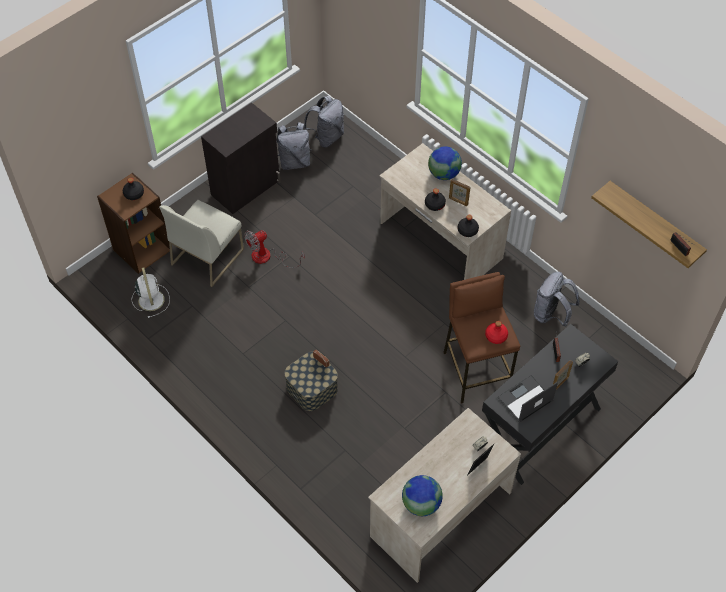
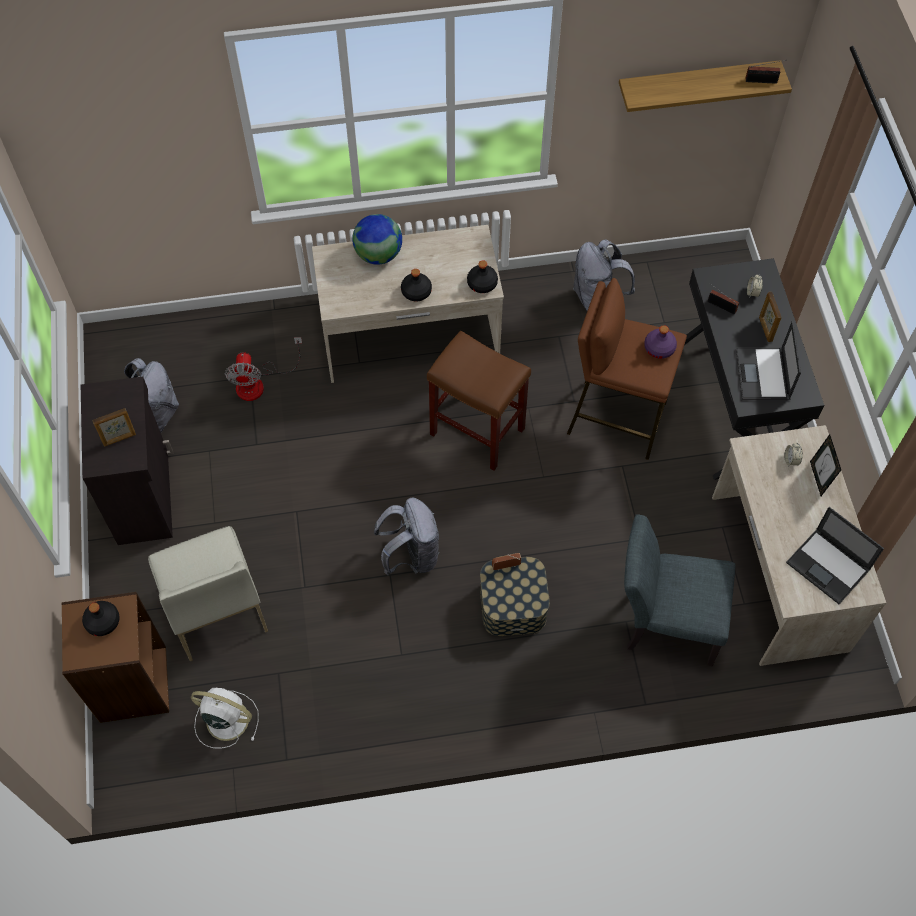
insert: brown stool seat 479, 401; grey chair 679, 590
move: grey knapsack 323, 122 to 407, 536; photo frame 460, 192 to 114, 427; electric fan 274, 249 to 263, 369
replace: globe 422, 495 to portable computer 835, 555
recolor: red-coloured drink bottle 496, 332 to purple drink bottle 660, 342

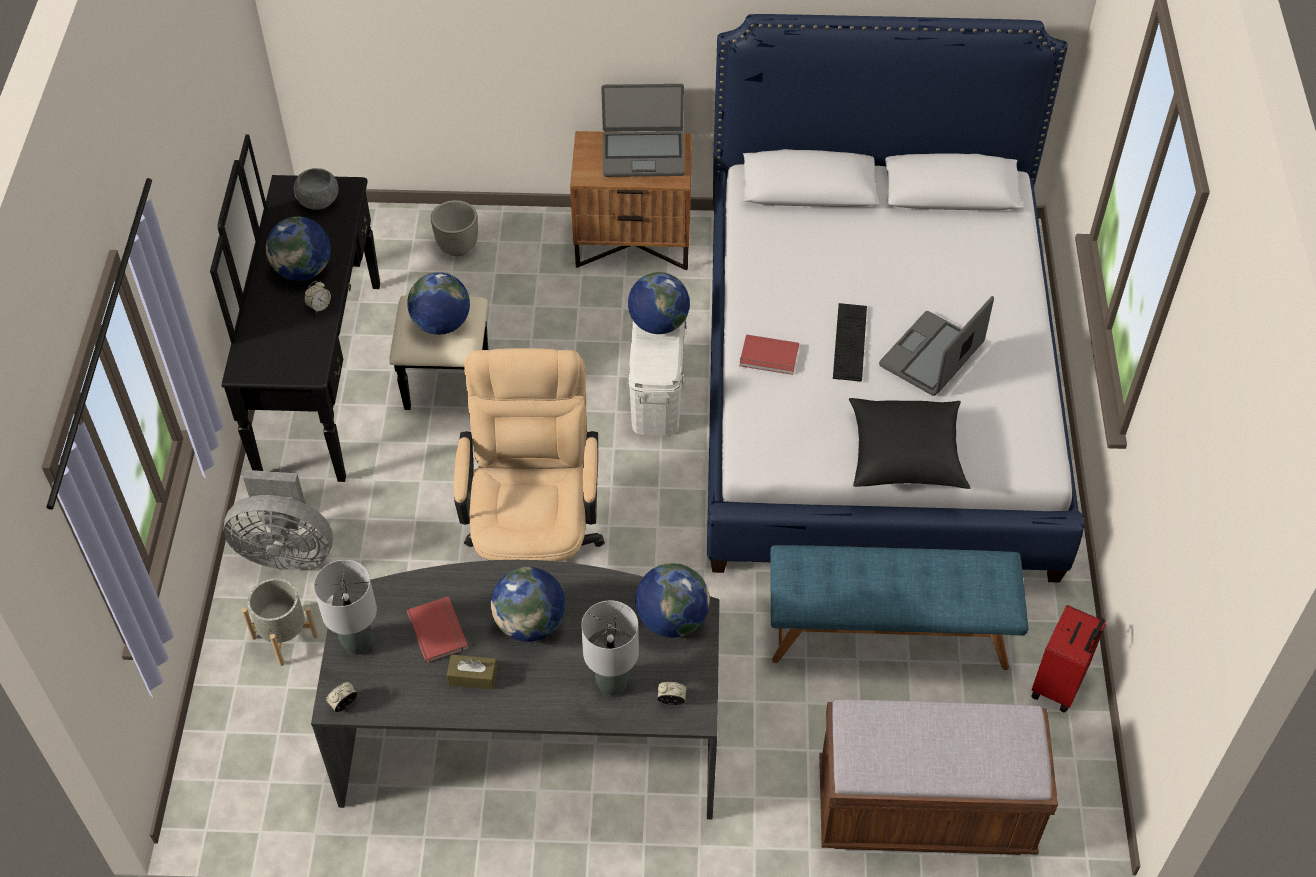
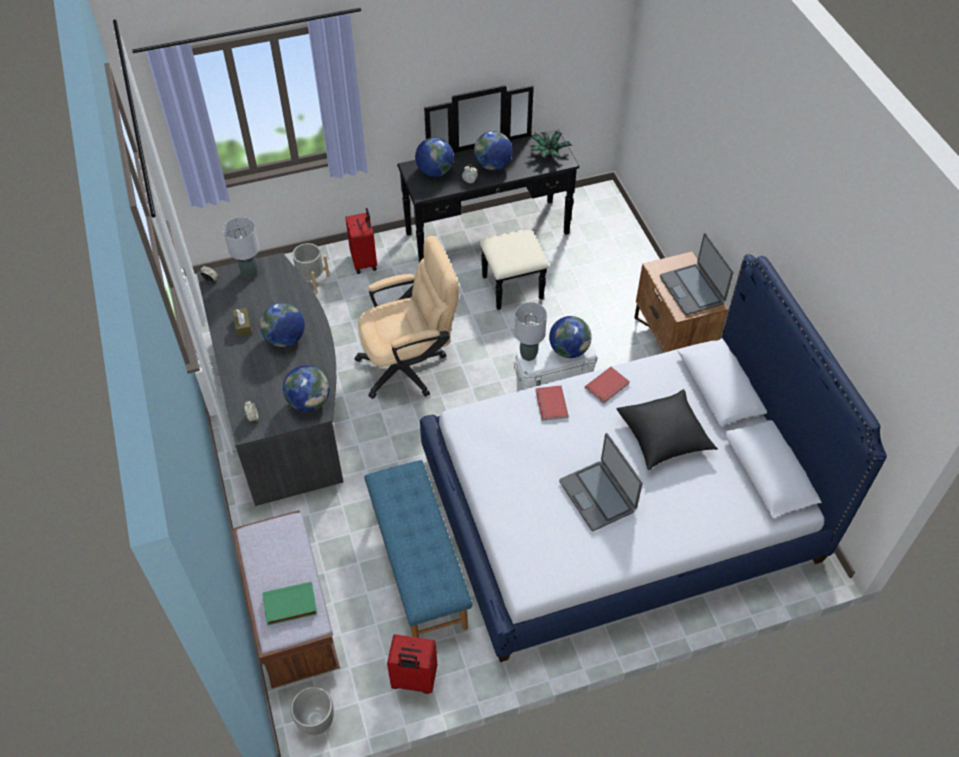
delete: keyboard 850, 342
insert: green volume 289, 604
move: planter 454, 228 to 312, 710; globe 438, 303 to 434, 157; black-coloured cushion 909, 443 to 667, 429; red-coloured volume 437, 629 to 607, 385; grey lamp for a table 610, 648 to 531, 331
replace: grey serving bowl 316, 189 to potted plant 551, 145; grey electric fan 278, 520 to red-coloured piece of luggage 361, 241
rotate: portable computer 936, 346 = 600, 482 135 degrees counterclockwise

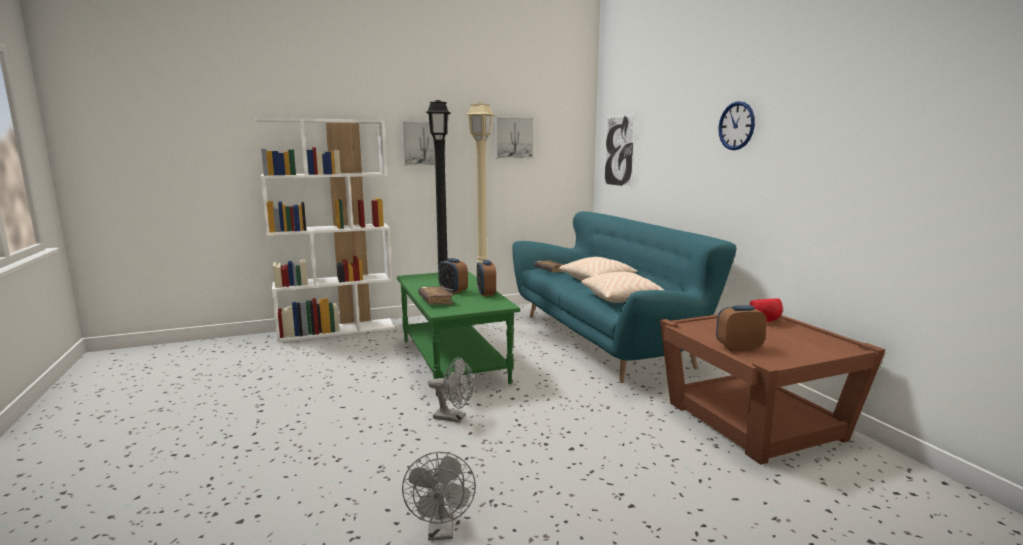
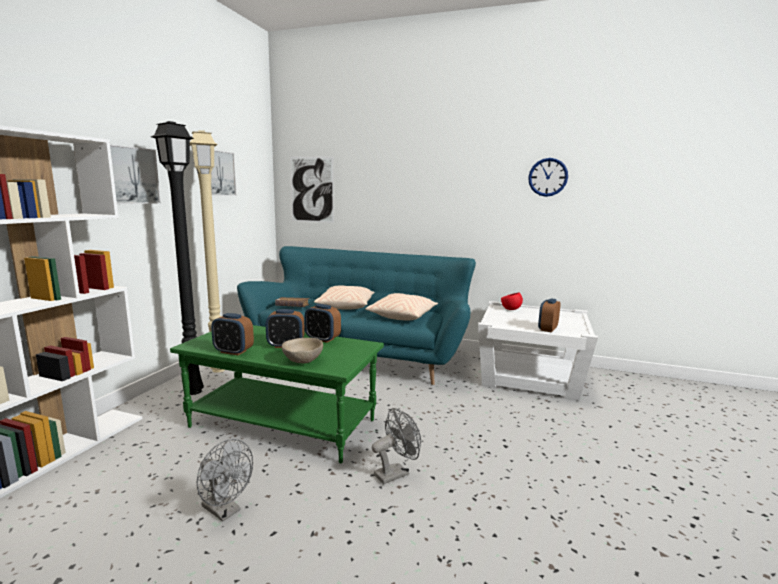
insert: table clock 232, 334
move: clock on the wall 737, 125 to 548, 177; grey electric fan 439, 496 to 224, 480
replace: brown volume 436, 295 to beige serving bowl 302, 351
recolor: brown accent table 773, 389 to white accent table 538, 351

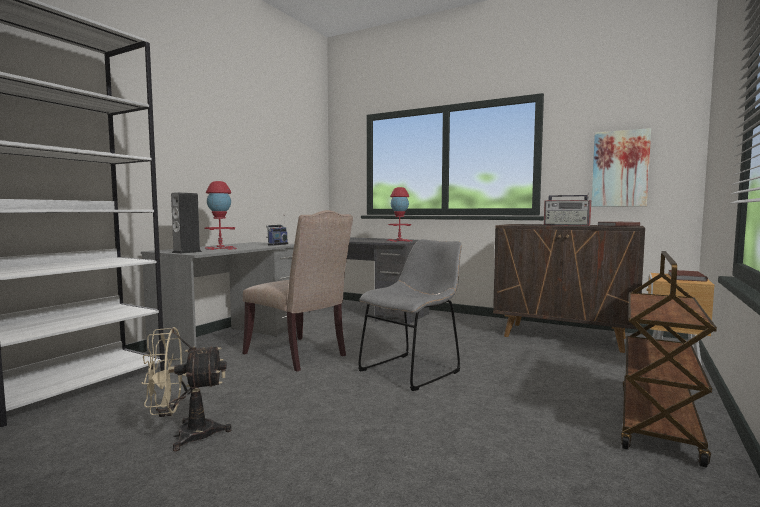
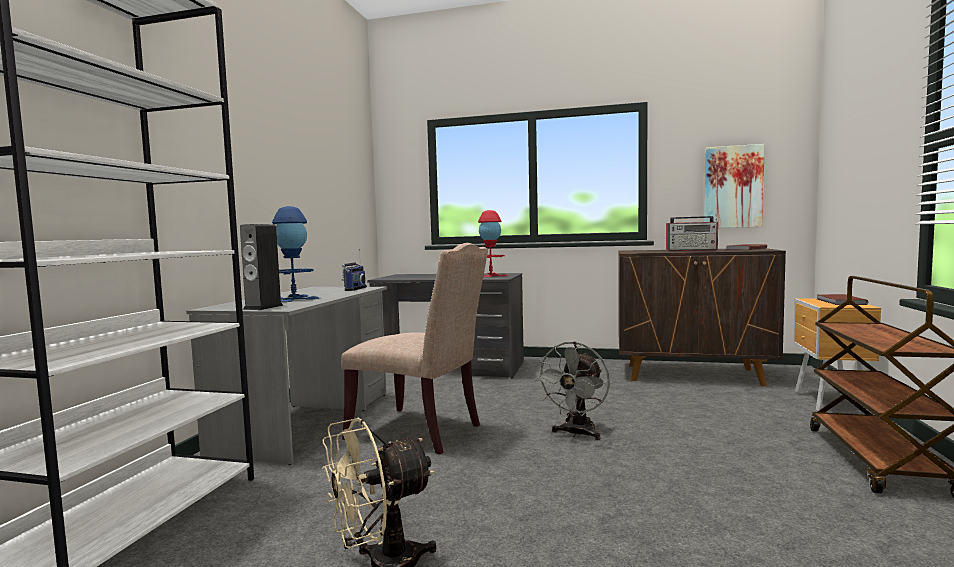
replace: grey chair 410, 315 to grey electric fan 572, 390
recolor: red-coloured lamp for a table 220, 215 to blue lamp for a table 295, 254

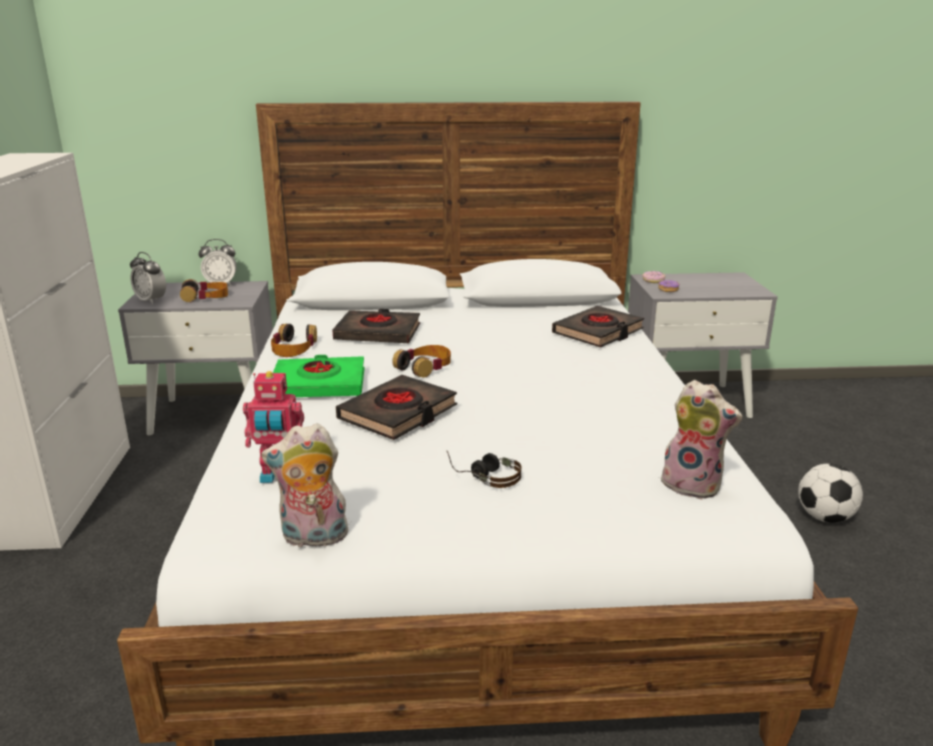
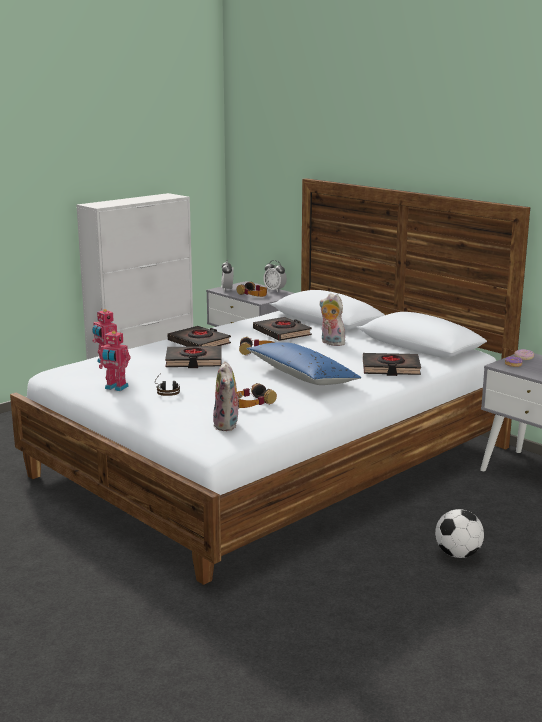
insert: toy robot 114, 361; blue cushion 303, 363
move: pair of headphones 294, 340 to 257, 395; plush toy 305, 485 to 332, 319
recolor: green volume 319, 376 to black-coloured volume 199, 336

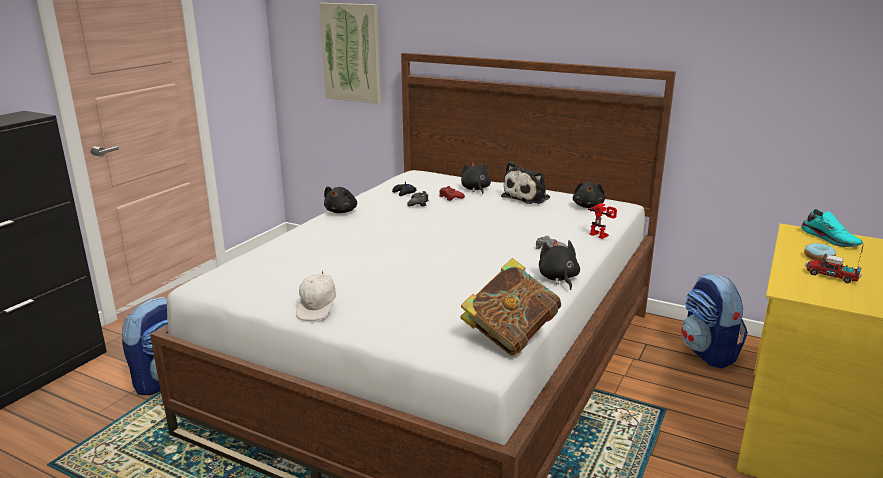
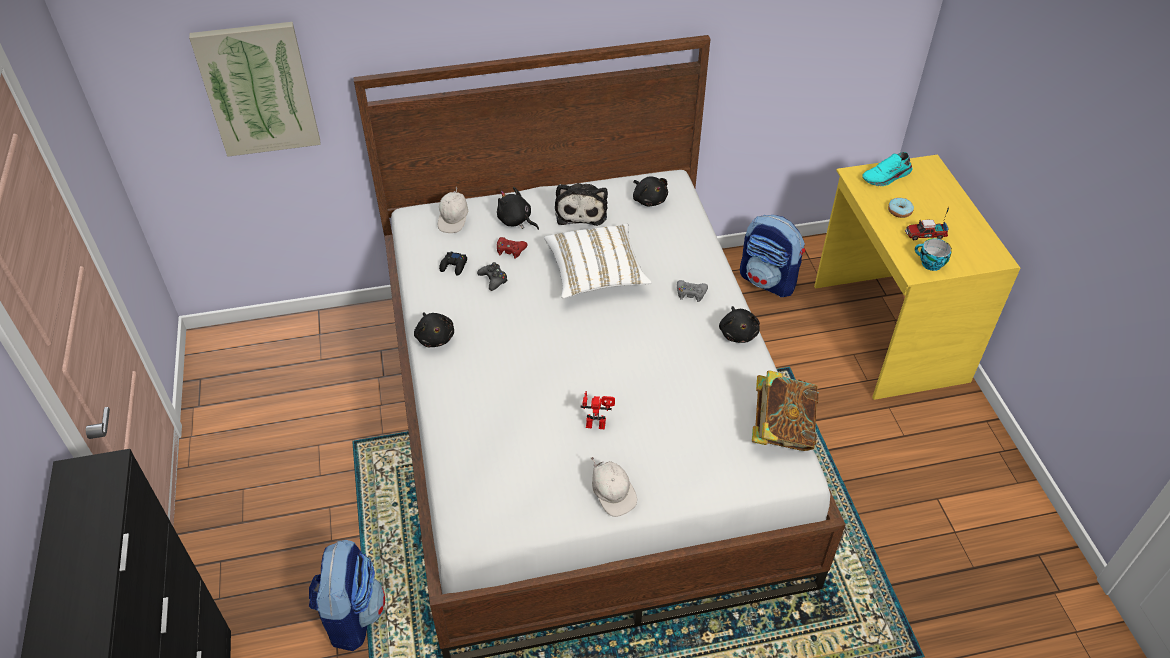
insert: white peaked cap 453, 210; white cushion 598, 260; cup 933, 254
move: toy robot 602, 221 to 597, 410
rotate: blue-green item of footwear 832, 228 = 887, 169 135 degrees clockwise; black-coloured plush toy 559, 265 = 739, 324 135 degrees counterclockwise

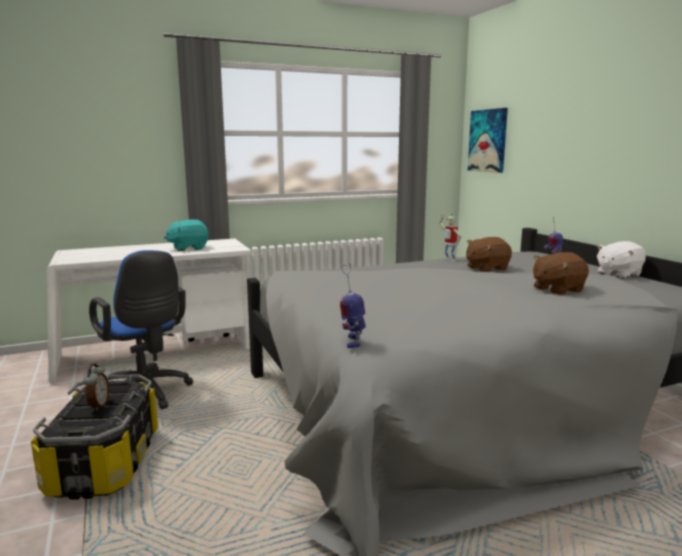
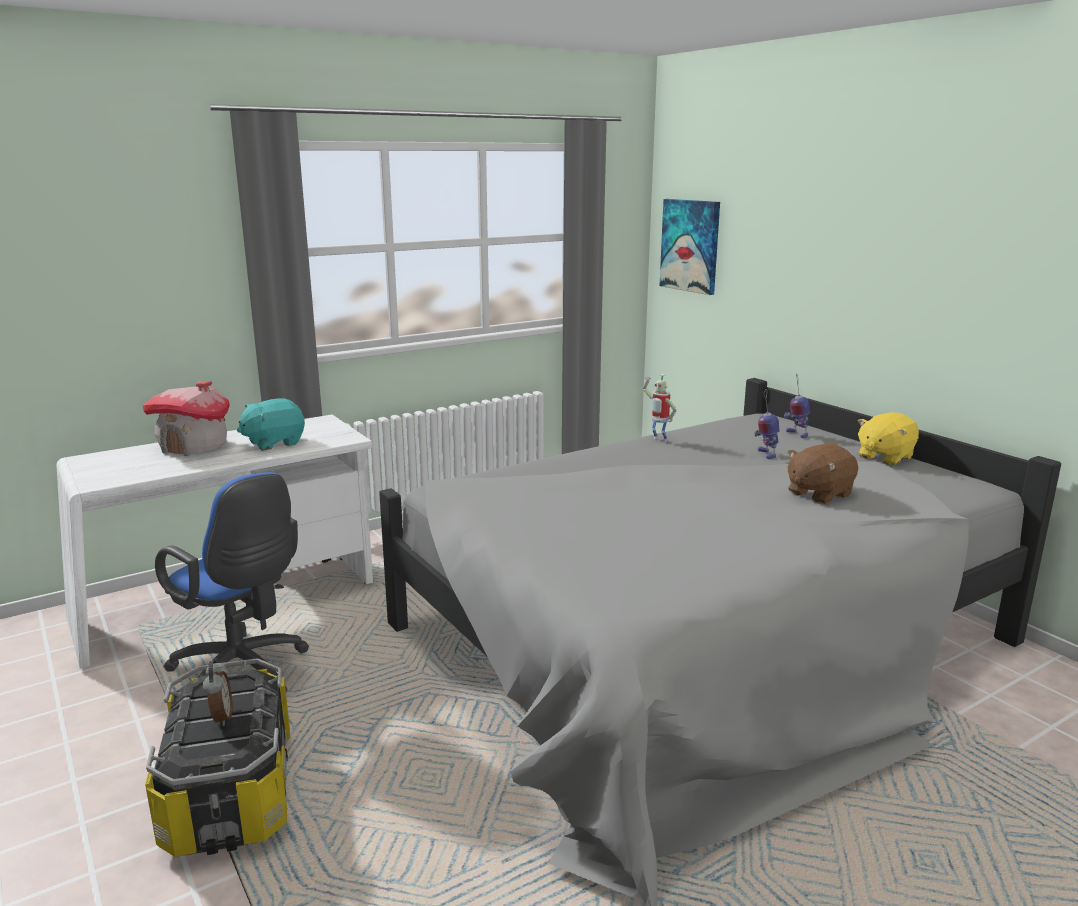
delete: brown plush toy 489, 254
insert: model house 186, 418
move: toy robot 353, 305 to 767, 424
recolor: white plush toy 621, 260 to yellowish plush toy 888, 439

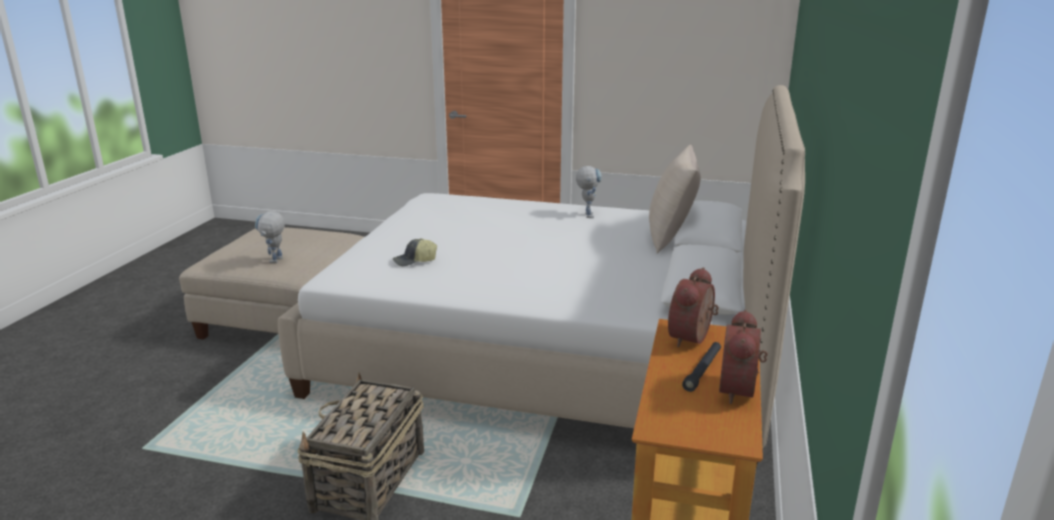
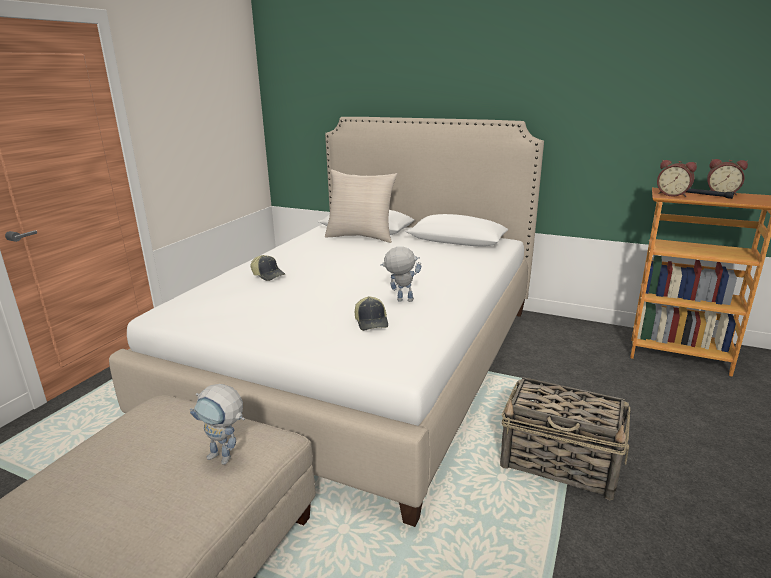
insert: peaked cap 267, 268
move: toy robot 589, 192 to 400, 274

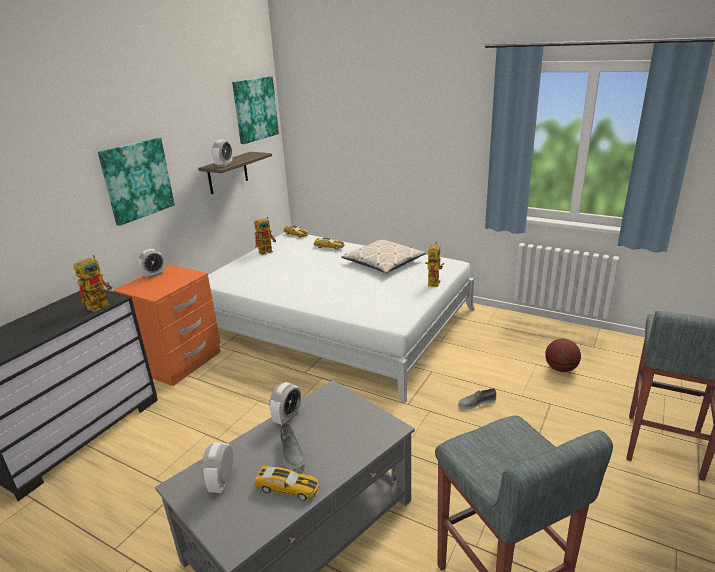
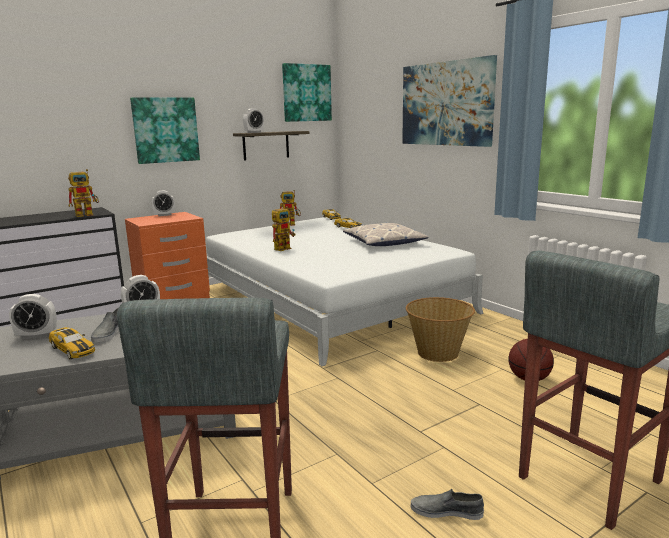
insert: wall picture 449, 101; household basket 440, 329
move: toy robot 434, 264 to 283, 228; grey item of footwear 477, 398 to 447, 504
rotate: table clock 218, 467 = 33, 316 135 degrees counterclockwise

